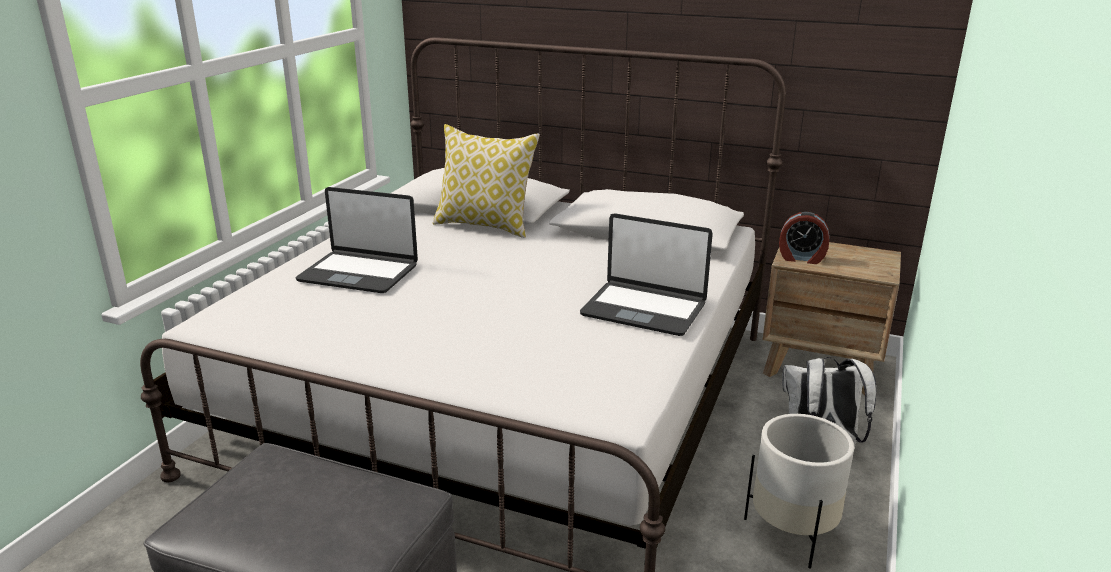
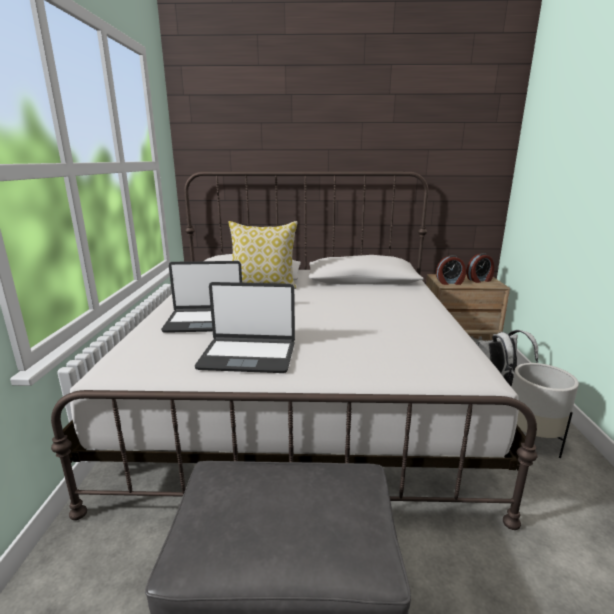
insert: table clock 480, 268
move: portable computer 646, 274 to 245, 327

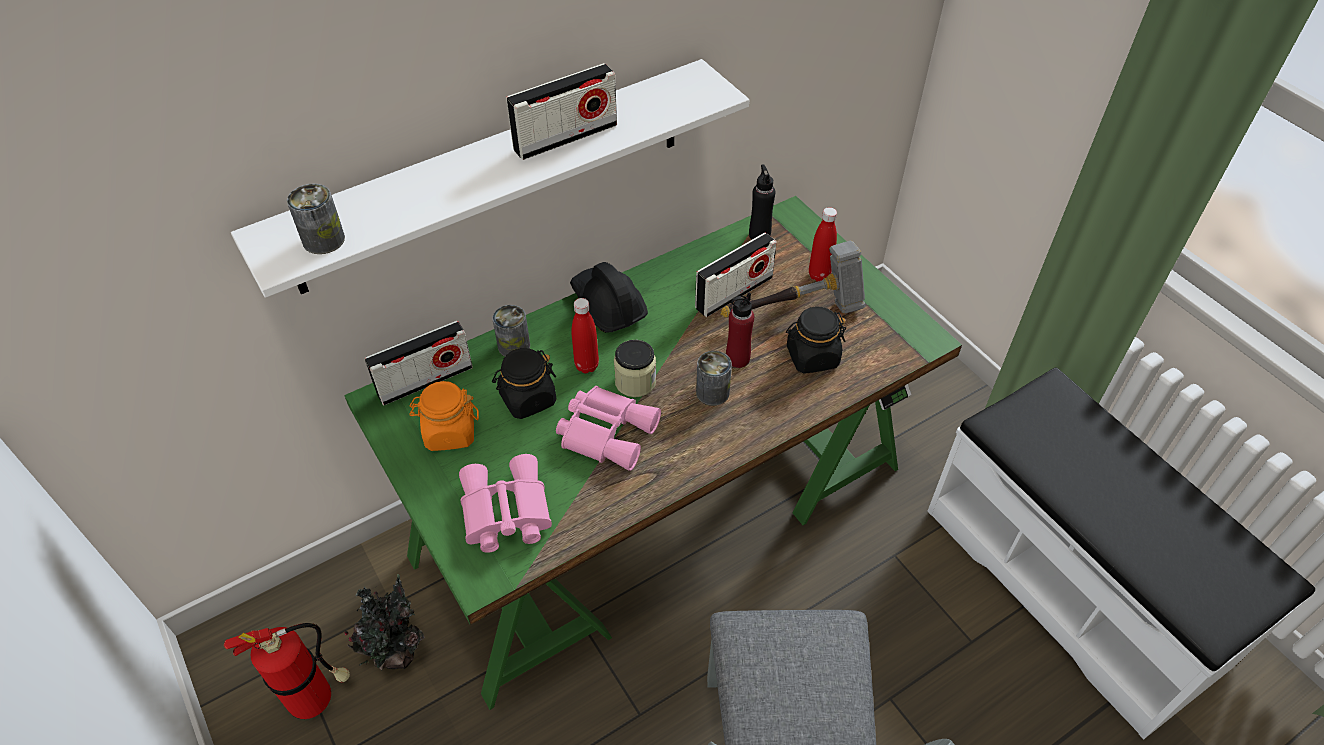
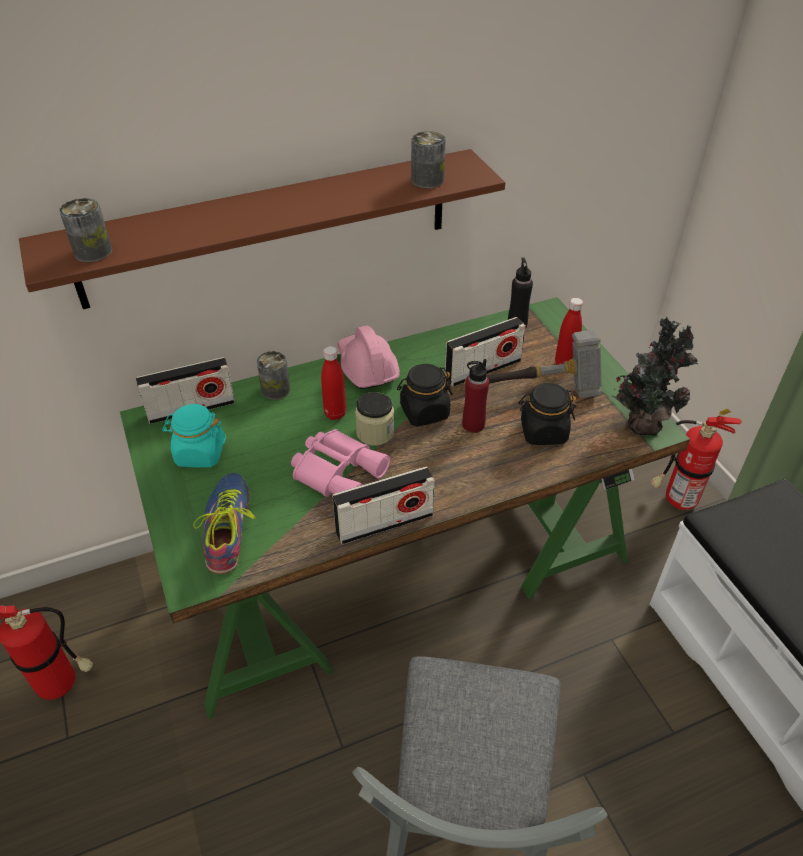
insert: fire extinguisher 696, 459
move: radio set 561, 111 to 383, 505; black-coloured preserve jar 524, 383 to 424, 395; can 714, 378 to 428, 160; potted plant 384, 622 to 655, 376
replace: pinkish binoculars 505, 503 to item of footwear 224, 523
recolor: white bracket shelf 490, 178 to brown bracket shelf 262, 229; black-coloured safety helmet 609, 297 to pinkish safety helmet 368, 357; orange preserve jar 444, 416 to blue-green preserve jar 194, 436

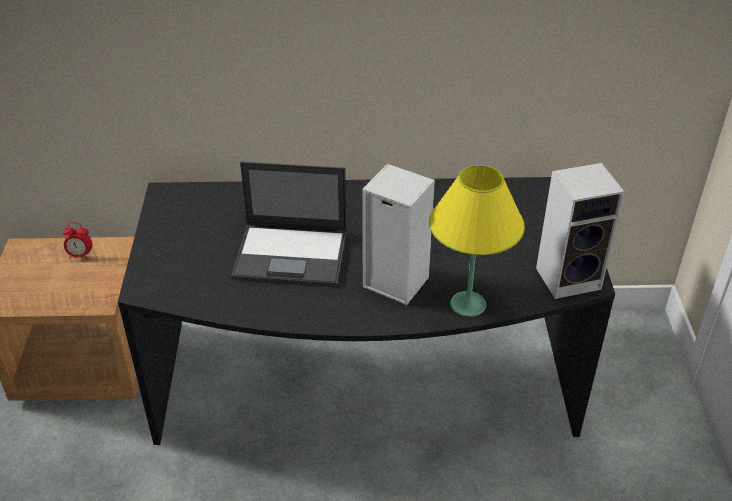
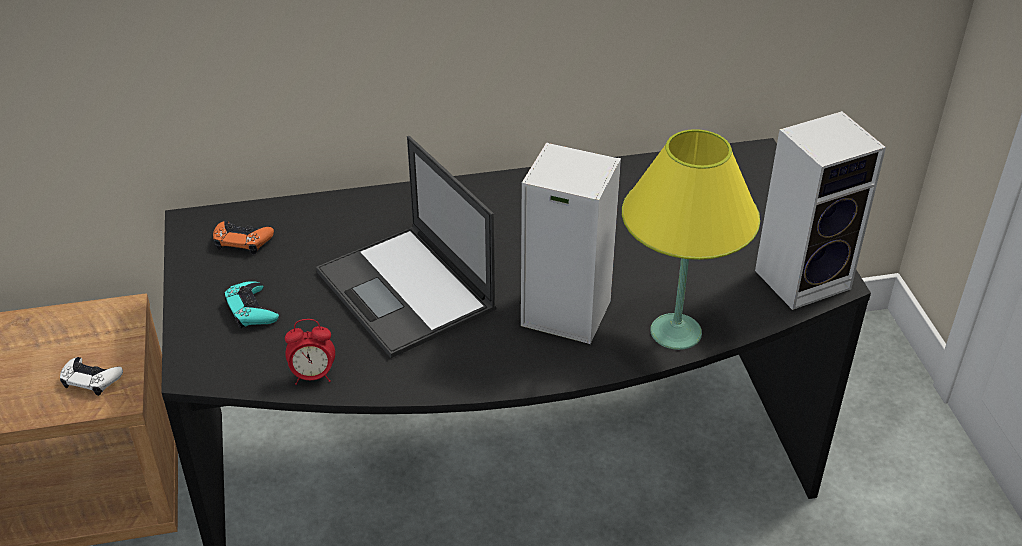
insert: orange gamepad 243, 238; blue-green gamepad 251, 305; white gamepad 91, 376
move: table clock 78, 241 to 310, 352
rotate: portable computer 289, 224 = 406, 247 60 degrees clockwise

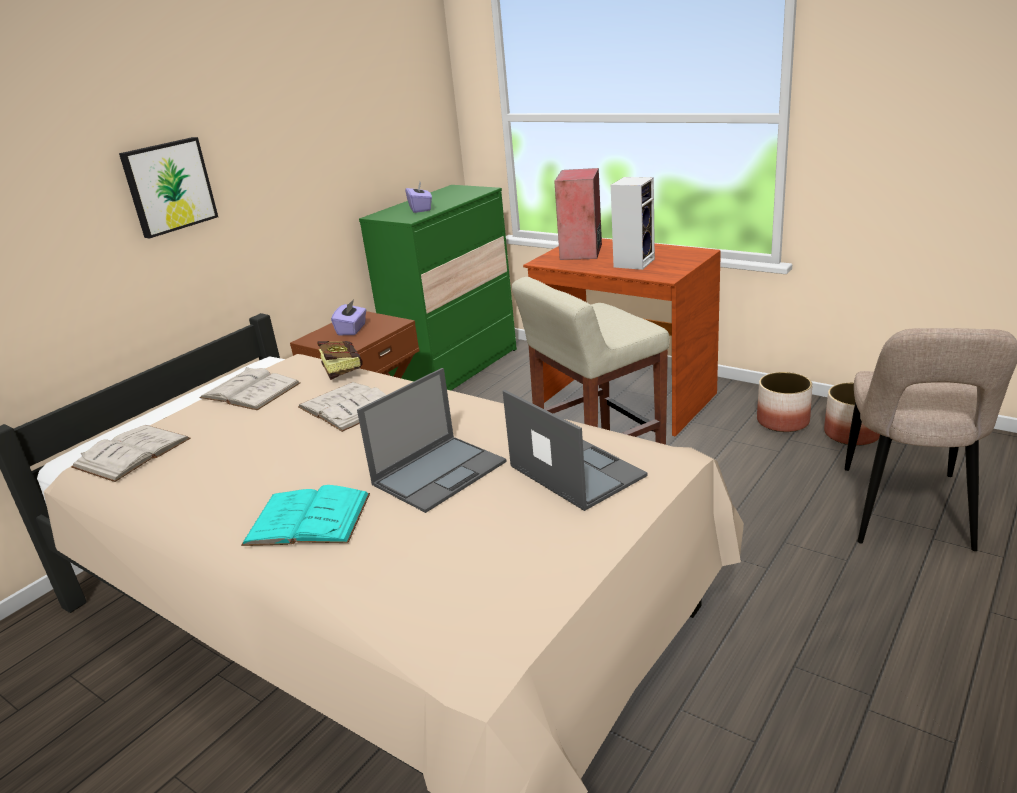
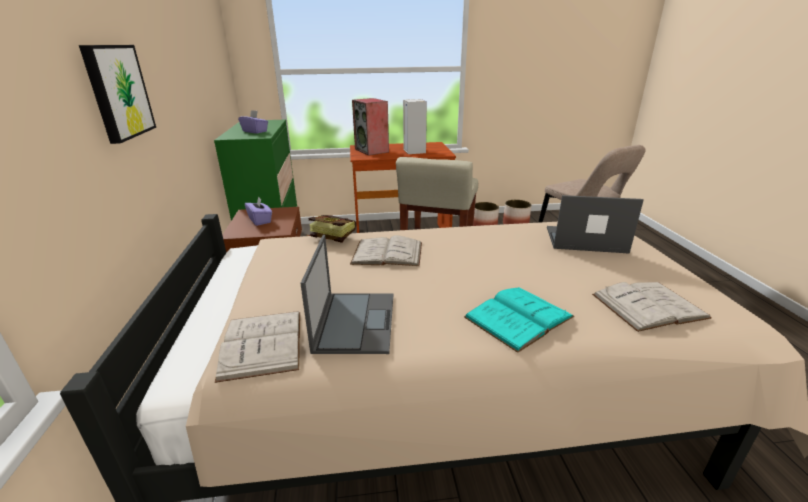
move: white volume 250, 388 to 652, 307; portable computer 432, 440 to 346, 294

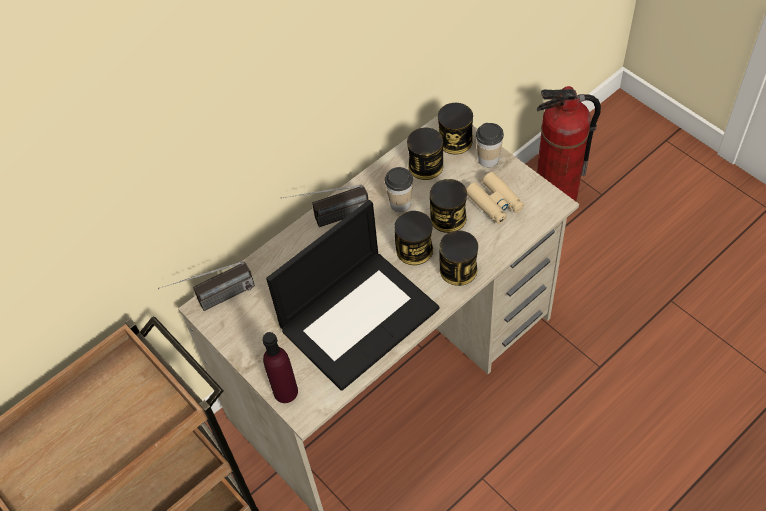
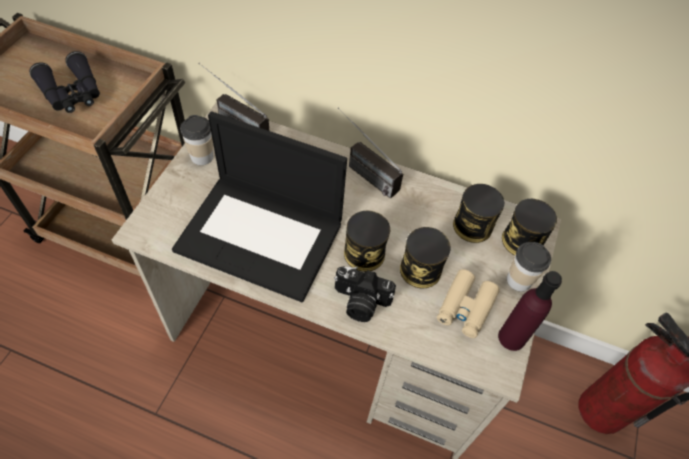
insert: black-coloured binoculars 64, 82
move: cup 399, 189 to 196, 140; purple drink bottle 280, 367 to 530, 311
replace: can 458, 258 to photo camera 365, 294

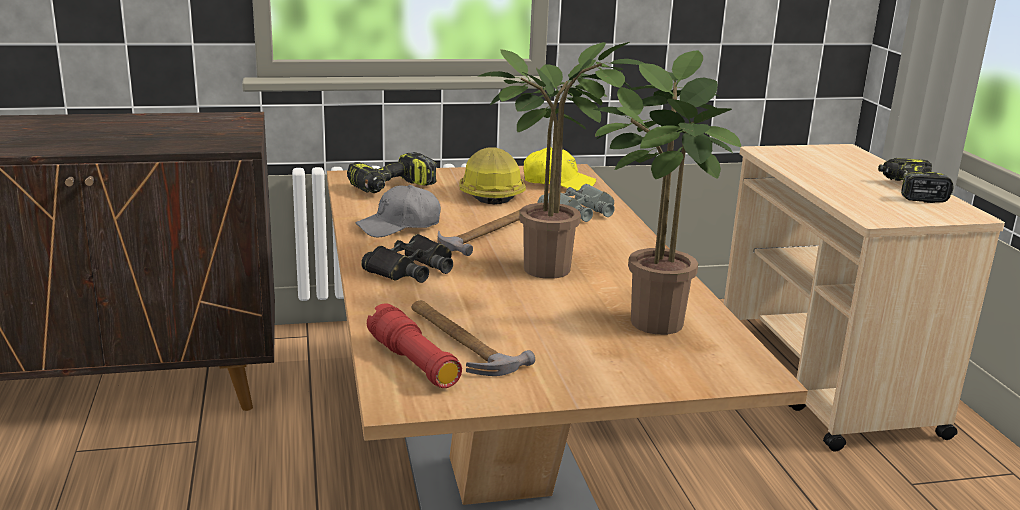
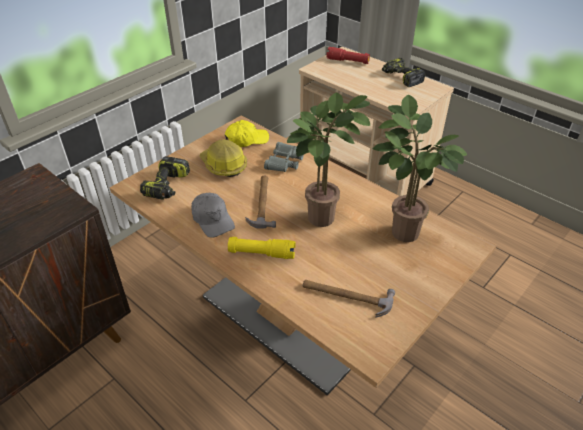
move: red-coloured torch 414, 345 to 348, 55
replace: black-coloured binoculars 407, 258 to yellowish torch 261, 248
rotate: grey peaked cap 398, 211 = 213, 215 60 degrees counterclockwise

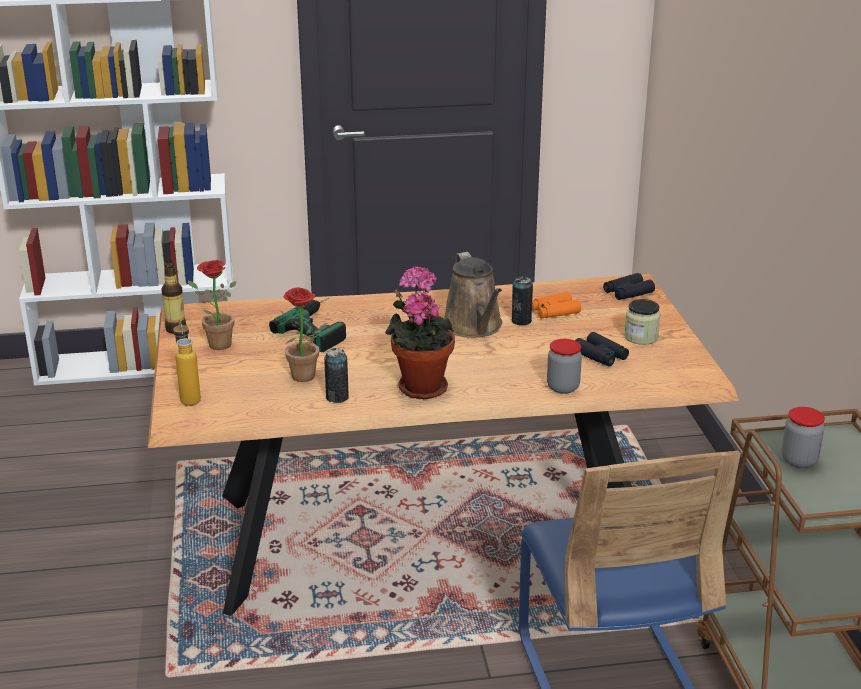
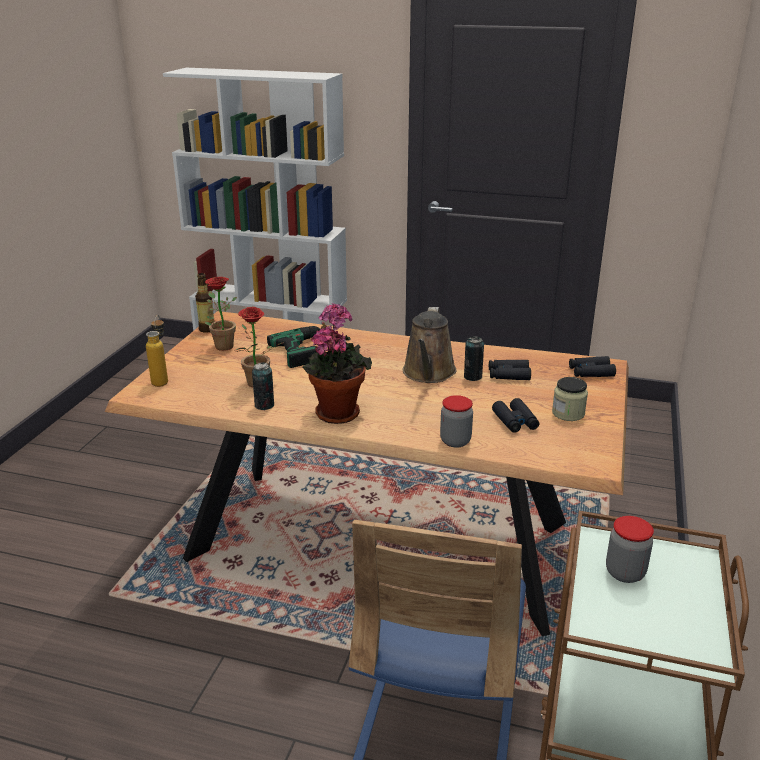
recolor: orange binoculars 556, 305 to black-coloured binoculars 510, 370

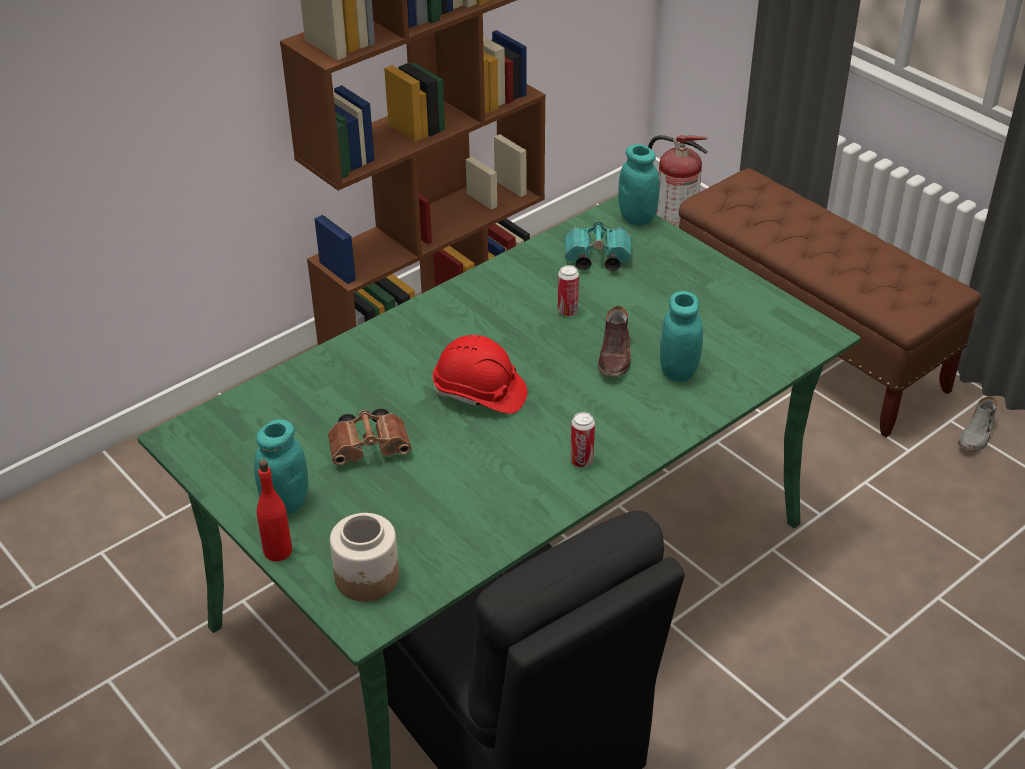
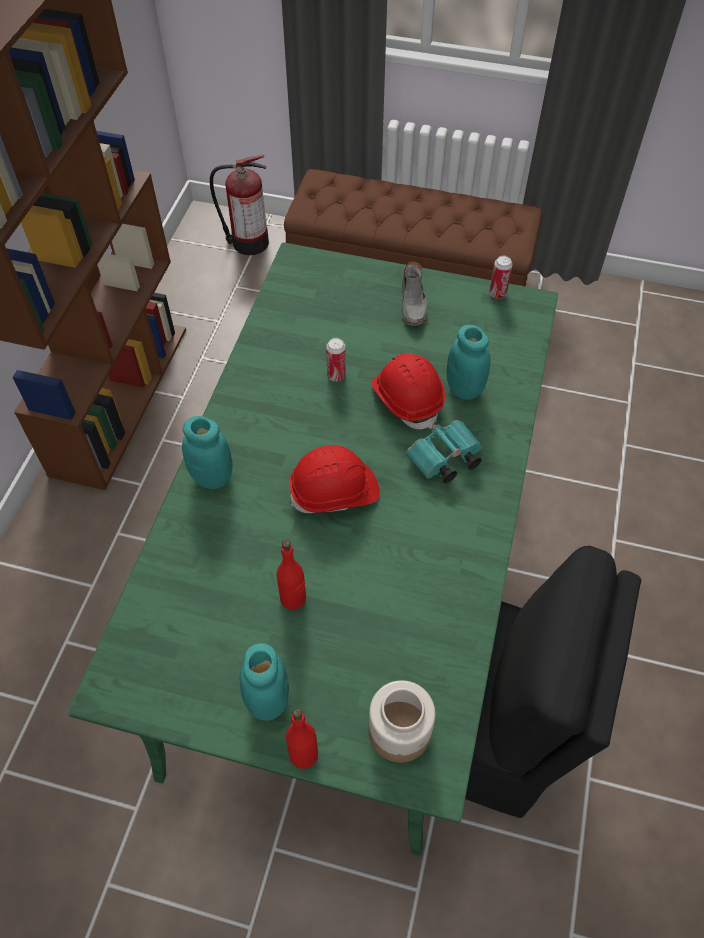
move: blue-green preserve jar 638, 185 to 207, 453; blue-green binoculars 598, 246 to 444, 451; grey item of footwear 978, 423 to 414, 293; can 582, 439 to 501, 277
replace: brown item of footwear 614, 341 to red-coloured safety helmet 408, 391; brown binoculars 370, 436 to red-coloured drink bottle 291, 575

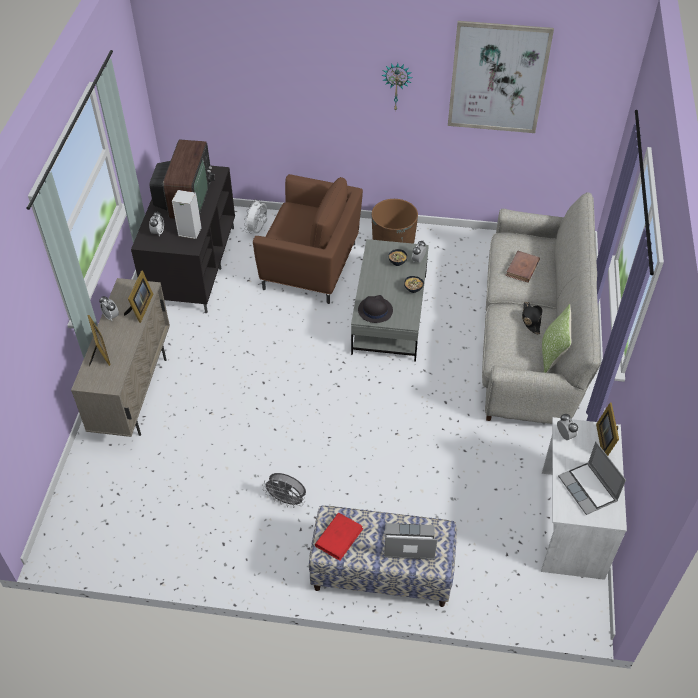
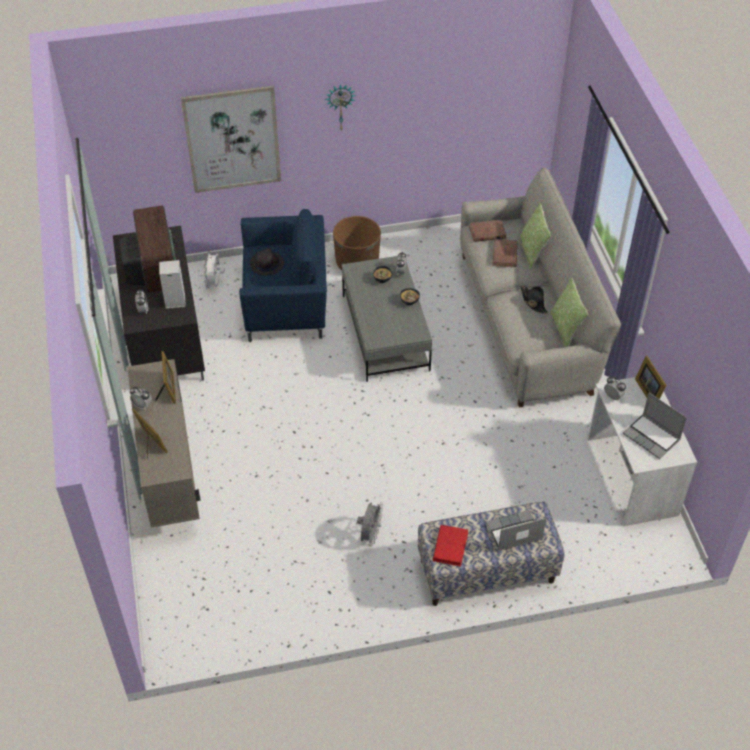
insert: cushion 535, 236; brown volume 487, 231
move: wall picture 501, 77 to 231, 139; black-coloured wearable hat 375, 309 to 267, 262
recolor: brown lounge chair 308, 239 to blue lounge chair 283, 275
rotate: grey electric fan 284, 490 = 370, 523 75 degrees counterclockwise

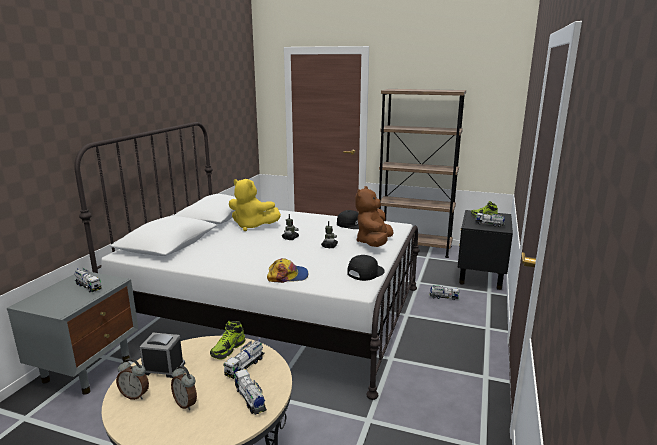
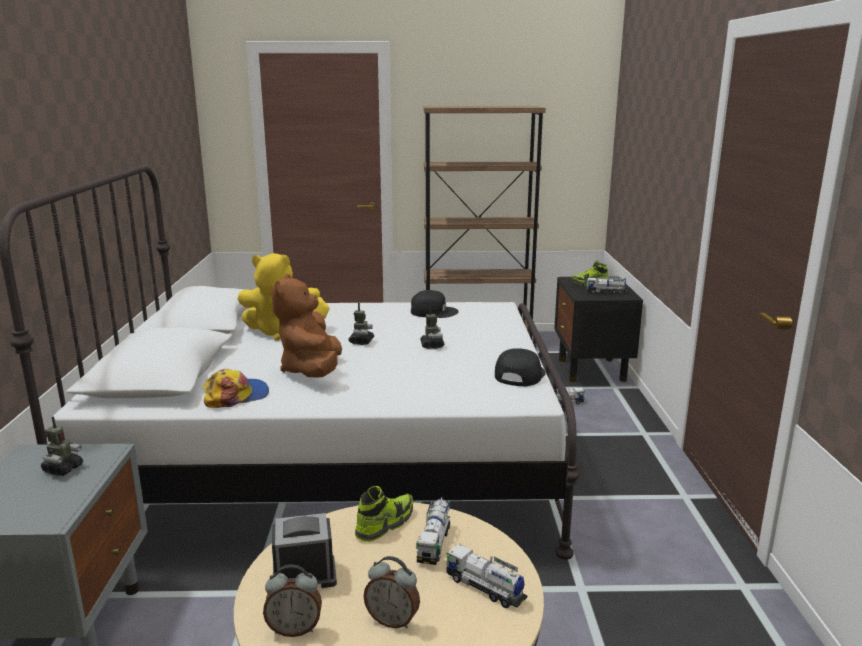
move: brown plush toy 374, 216 to 306, 326; peaked cap 287, 270 to 236, 388
replace: model truck 88, 280 to toy robot 62, 446
rotate: item of footwear 227, 340 = 384, 514 150 degrees counterclockwise

